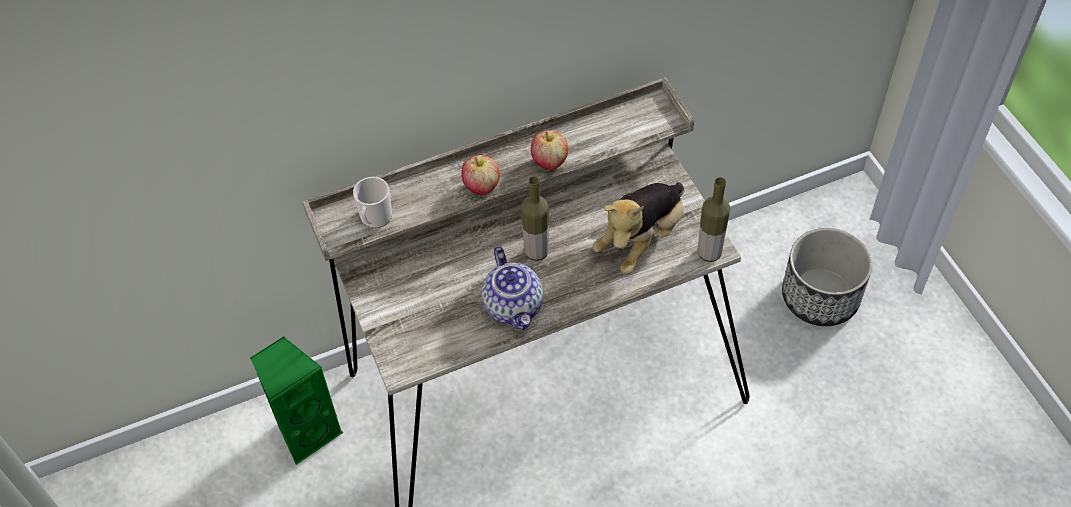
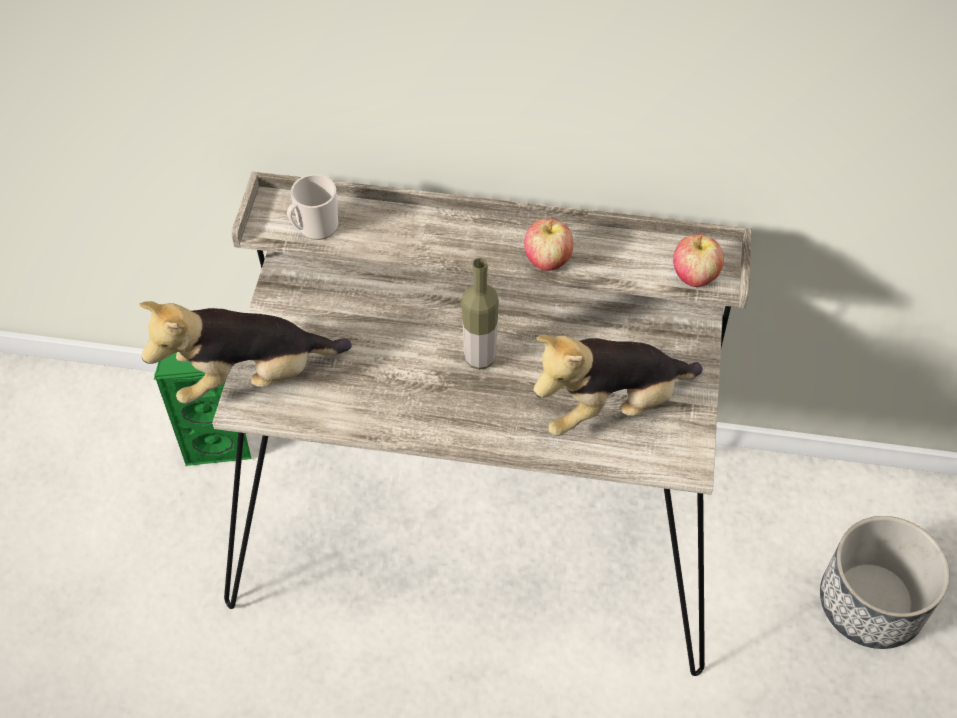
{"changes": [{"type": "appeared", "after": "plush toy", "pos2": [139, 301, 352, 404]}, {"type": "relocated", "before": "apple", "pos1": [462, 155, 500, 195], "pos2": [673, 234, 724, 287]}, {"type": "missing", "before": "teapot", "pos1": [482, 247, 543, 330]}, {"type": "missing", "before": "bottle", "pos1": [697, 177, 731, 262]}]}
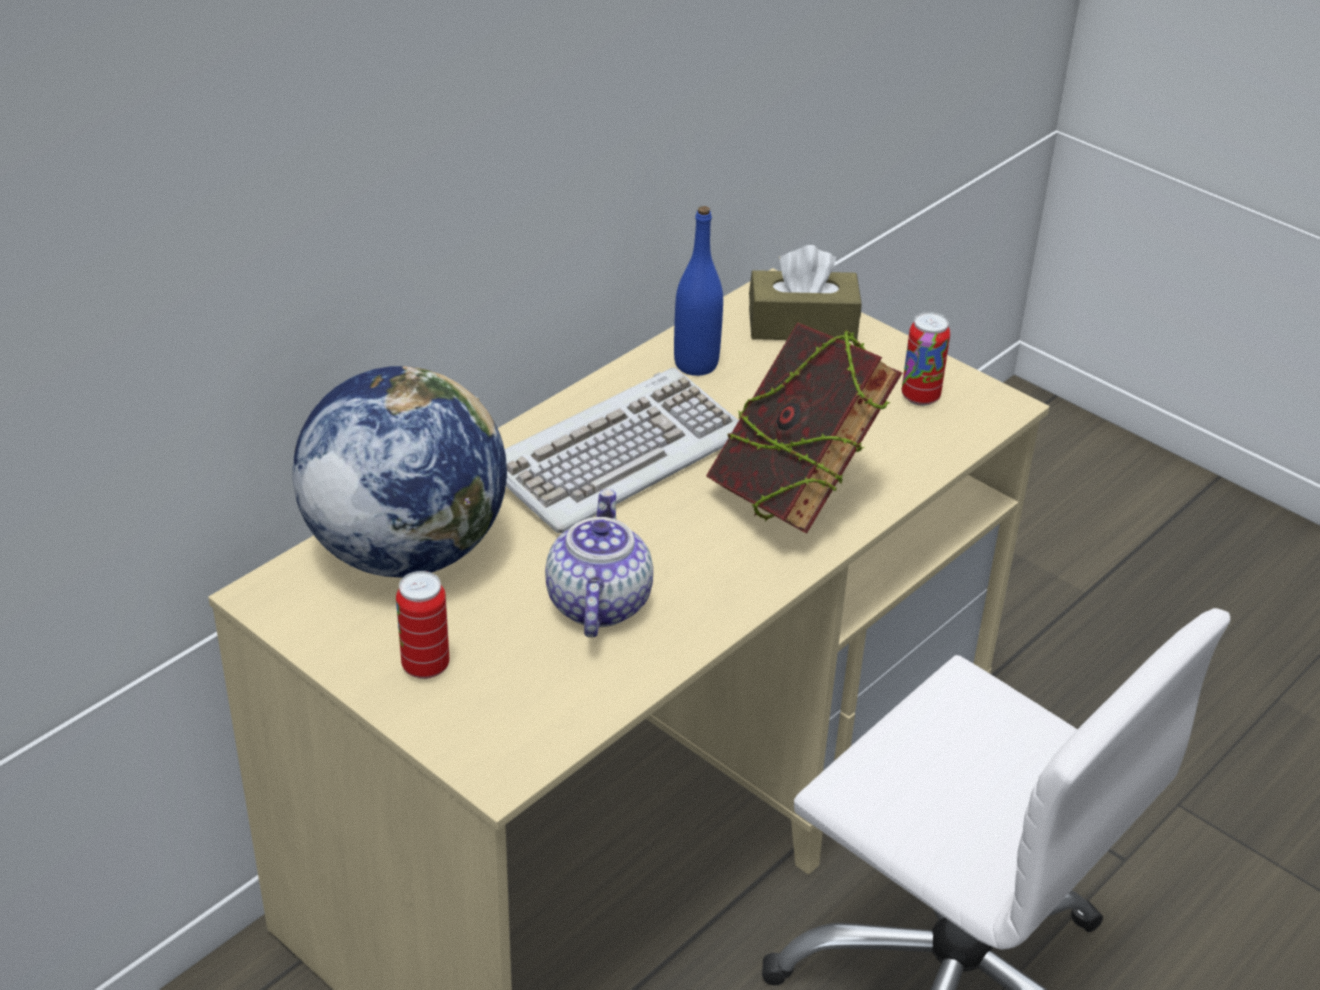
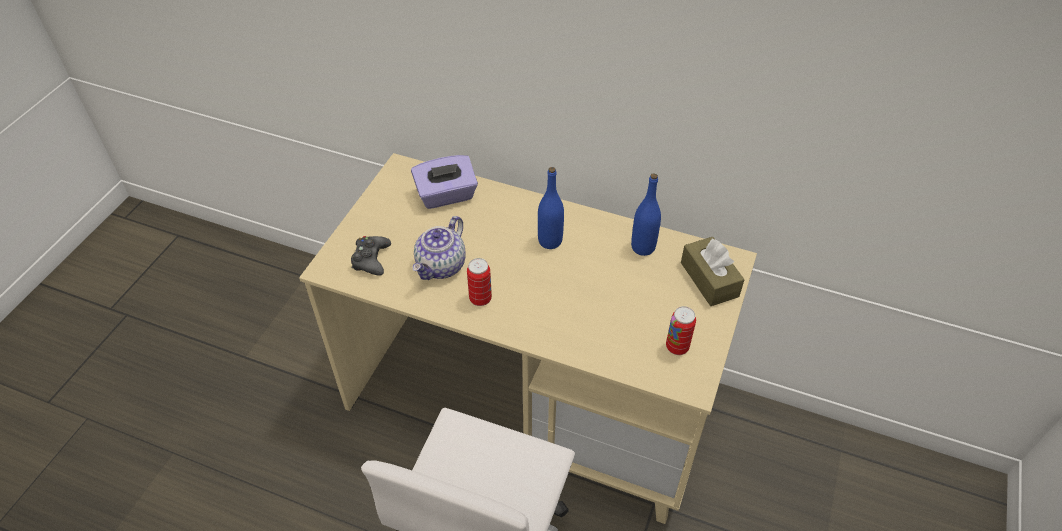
{"changes": [{"type": "appeared", "after": "black game controller", "pos2": [351, 236, 391, 276]}, {"type": "exchanged", "before": "globe", "after": "purple tissue box", "pos1": [293, 366, 507, 578], "pos2": [411, 155, 478, 209]}, {"type": "spun", "before": "teapot", "pos1": [545, 489, 653, 637], "pos2": [413, 216, 466, 280], "turn": 135}, {"type": "relocated", "before": "can", "pos1": [396, 571, 450, 679], "pos2": [467, 258, 492, 306]}, {"type": "exchanged", "before": "keyboard", "after": "blue bottle", "pos1": [505, 368, 739, 533], "pos2": [538, 167, 564, 249]}, {"type": "missing", "before": "book", "pos1": [706, 322, 902, 534]}]}
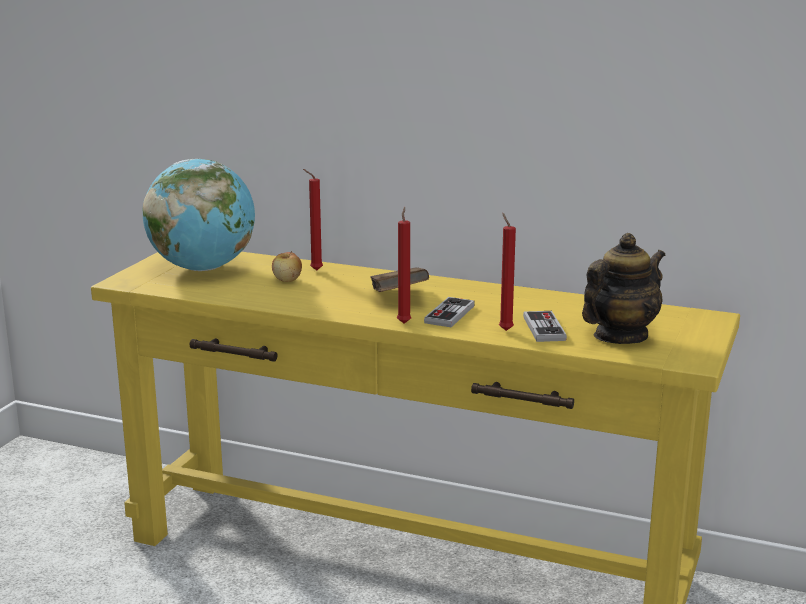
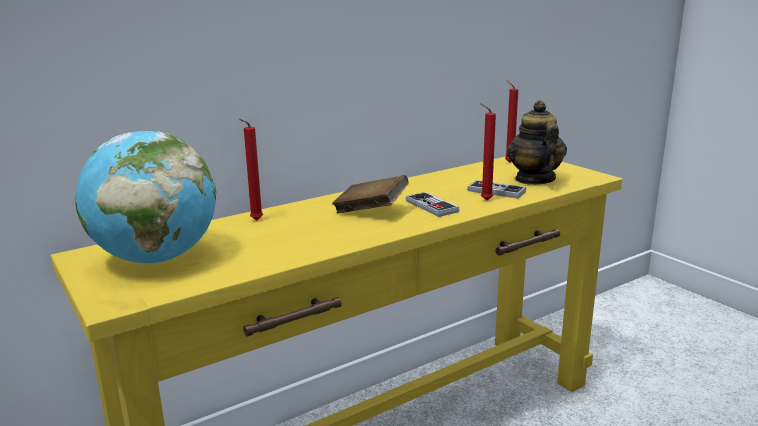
{"changes": [{"type": "relocated", "before": "red candle", "pos1": [397, 207, 411, 324], "pos2": [505, 80, 518, 163]}, {"type": "missing", "before": "apple", "pos1": [272, 251, 302, 282]}]}
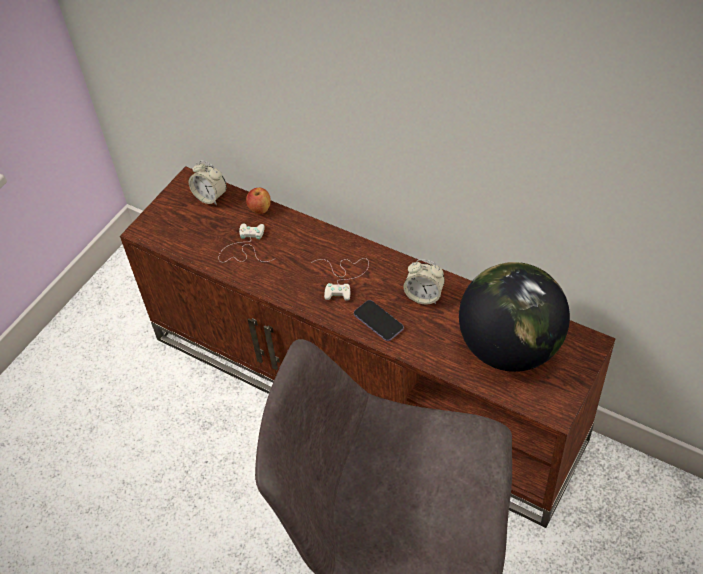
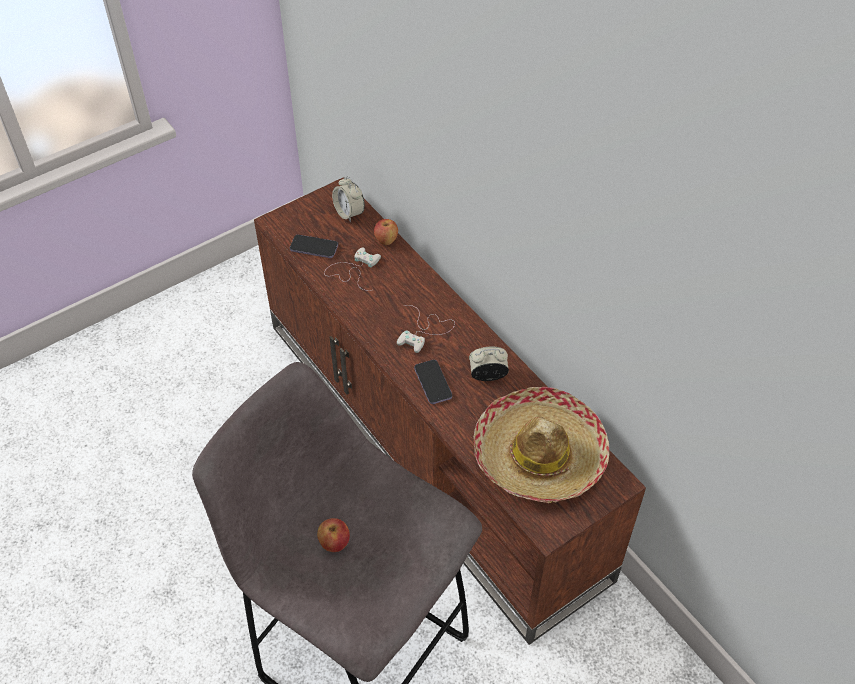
{"changes": [{"type": "appeared", "after": "phone", "pos2": [290, 235, 338, 258]}, {"type": "appeared", "after": "apple", "pos2": [317, 518, 350, 552]}, {"type": "spun", "before": "alarm clock", "pos1": [403, 259, 445, 304], "pos2": [469, 346, 509, 381], "turn": 135}, {"type": "exchanged", "before": "globe", "after": "hat", "pos1": [459, 262, 570, 372], "pos2": [473, 387, 609, 503]}]}
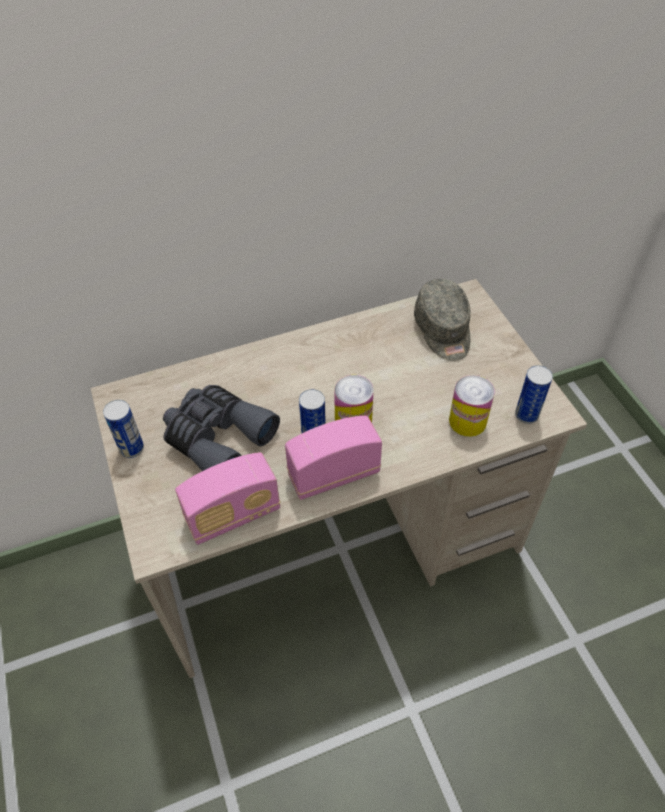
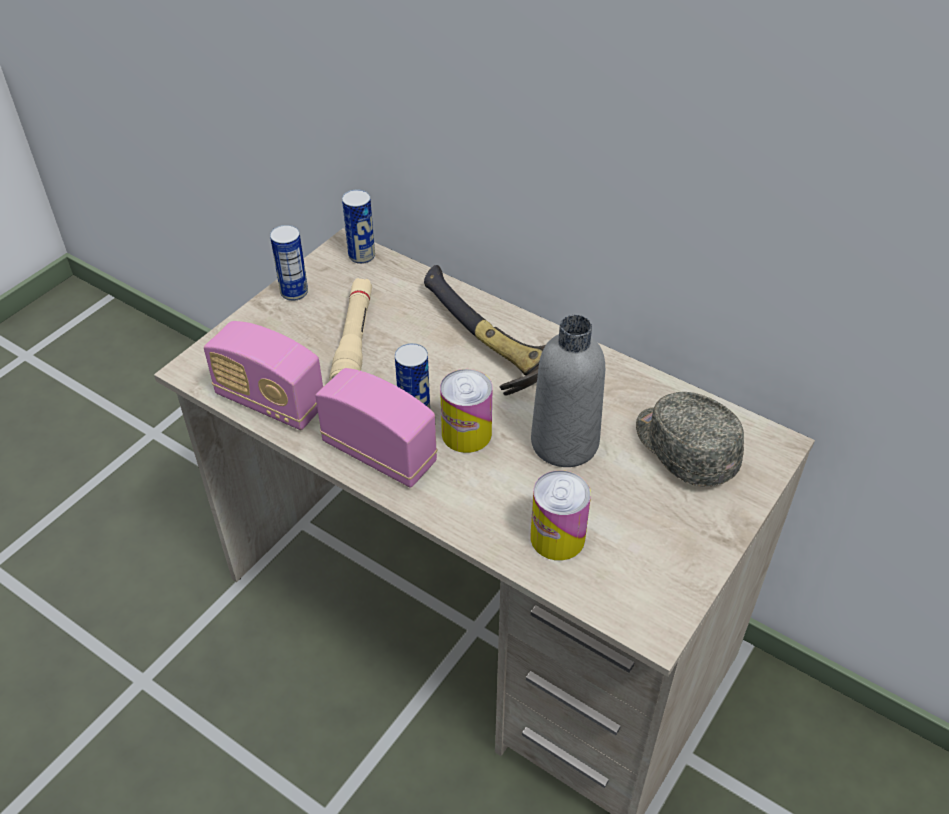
{"changes": [{"type": "exchanged", "before": "grey binoculars", "after": "beige flashlight", "pos1": [163, 385, 280, 471], "pos2": [329, 278, 372, 381]}, {"type": "relocated", "before": "can", "pos1": [515, 365, 553, 424], "pos2": [342, 189, 375, 264]}, {"type": "appeared", "after": "hammer", "pos2": [424, 265, 546, 396]}, {"type": "appeared", "after": "grey bottle", "pos2": [531, 315, 605, 467]}, {"type": "spun", "before": "grey cap", "pos1": [414, 279, 470, 361], "pos2": [636, 392, 744, 486], "turn": 105}]}
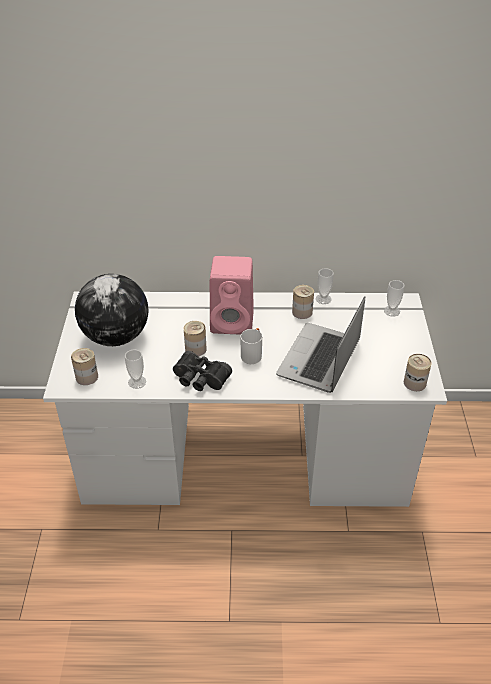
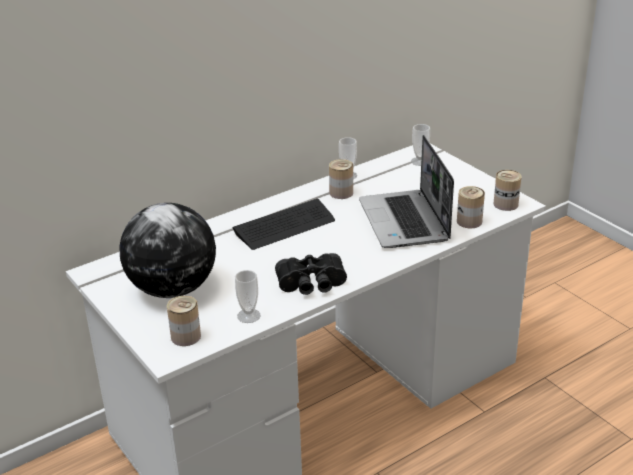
{"changes": [{"type": "exchanged", "before": "pink speaker", "after": "keyboard", "pos1": [210, 256, 254, 335], "pos2": [232, 199, 335, 250]}, {"type": "relocated", "before": "can", "pos1": [184, 321, 207, 356], "pos2": [457, 186, 485, 228]}, {"type": "missing", "before": "white mug", "pos1": [240, 328, 262, 364]}]}
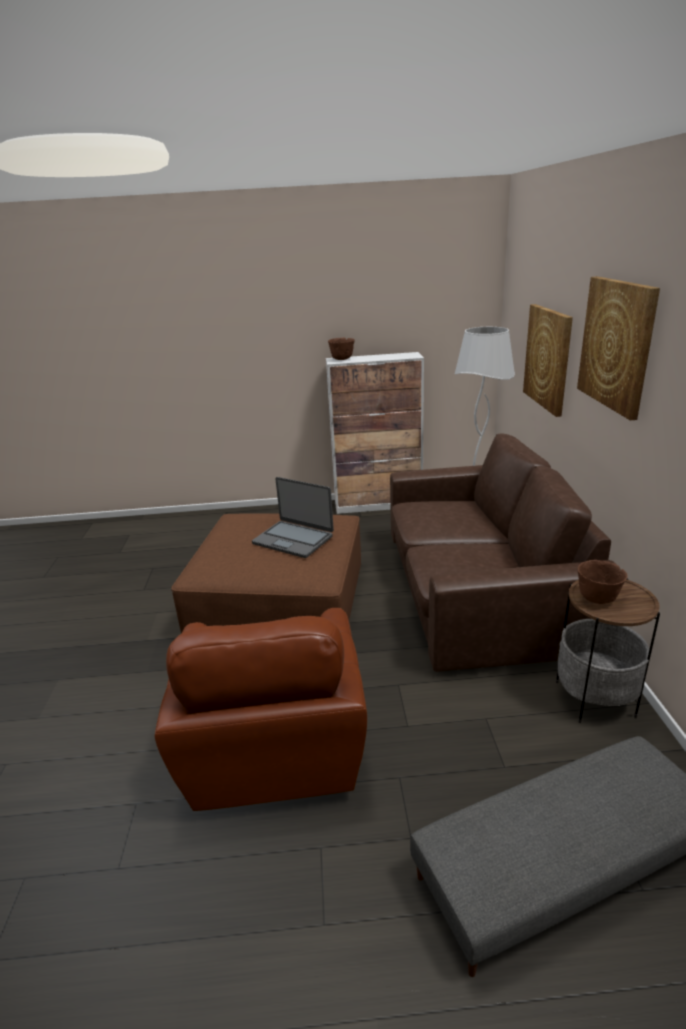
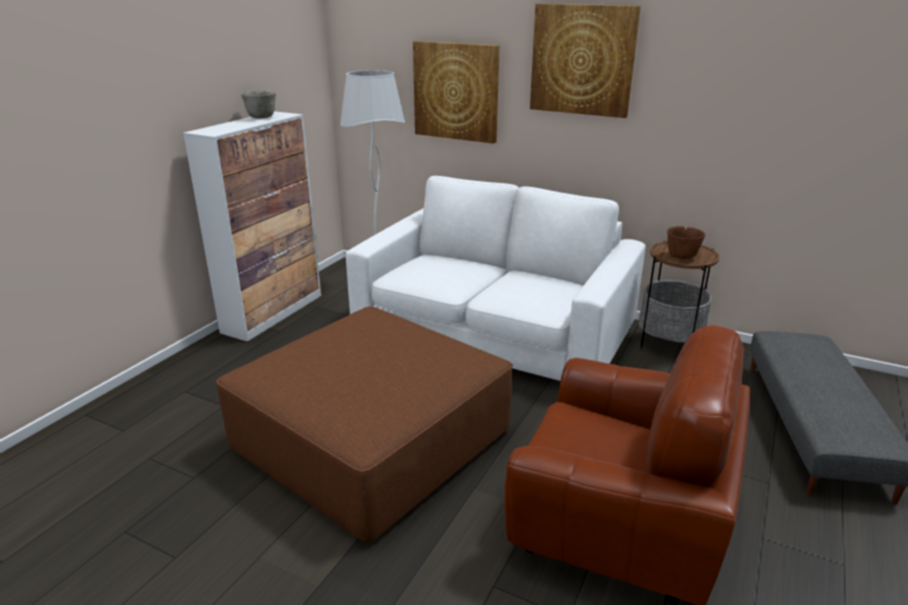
{"changes": [{"type": "appeared", "after": "grey bowl", "pos2": [241, 90, 276, 119]}, {"type": "colour", "before": "brown sofa", "after": "white sofa", "pos1": [390, 433, 621, 672], "pos2": [345, 176, 646, 381]}, {"type": "missing", "before": "laptop", "pos1": [252, 477, 334, 558]}, {"type": "missing", "before": "brown bowl", "pos1": [328, 338, 355, 360]}]}
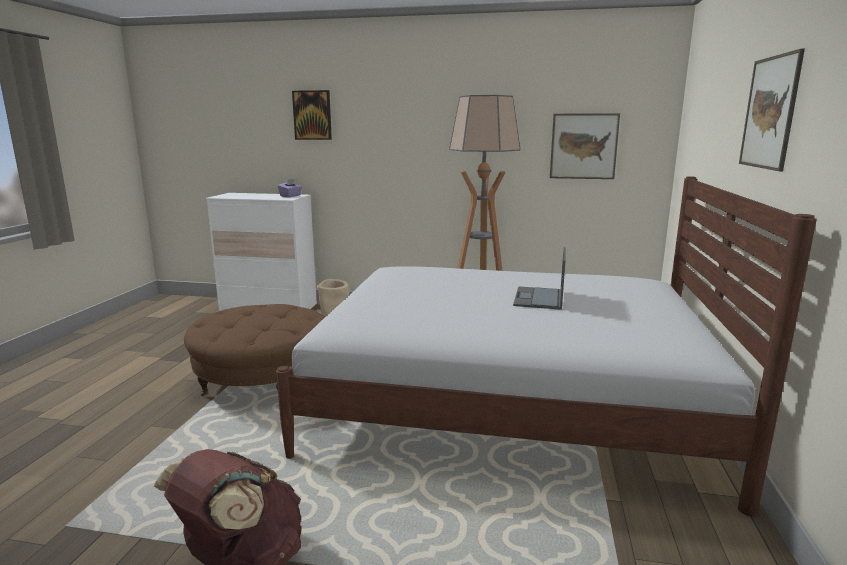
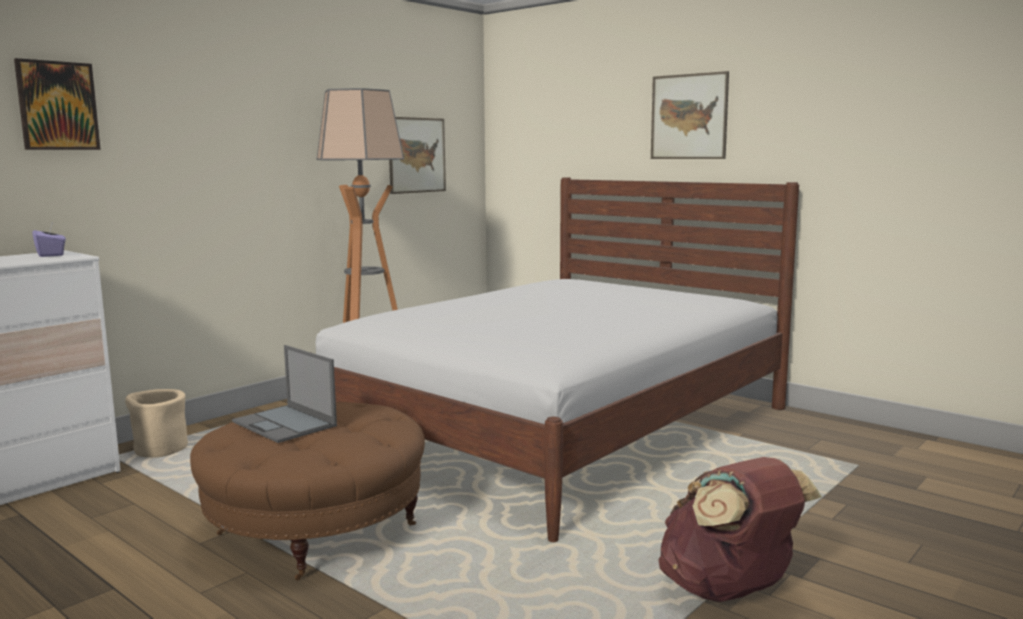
{"changes": [{"type": "relocated", "before": "laptop", "pos1": [513, 247, 565, 310], "pos2": [232, 345, 337, 443]}]}
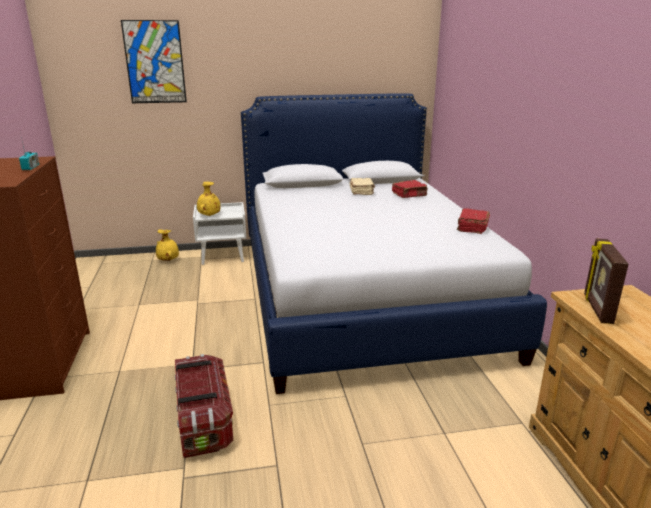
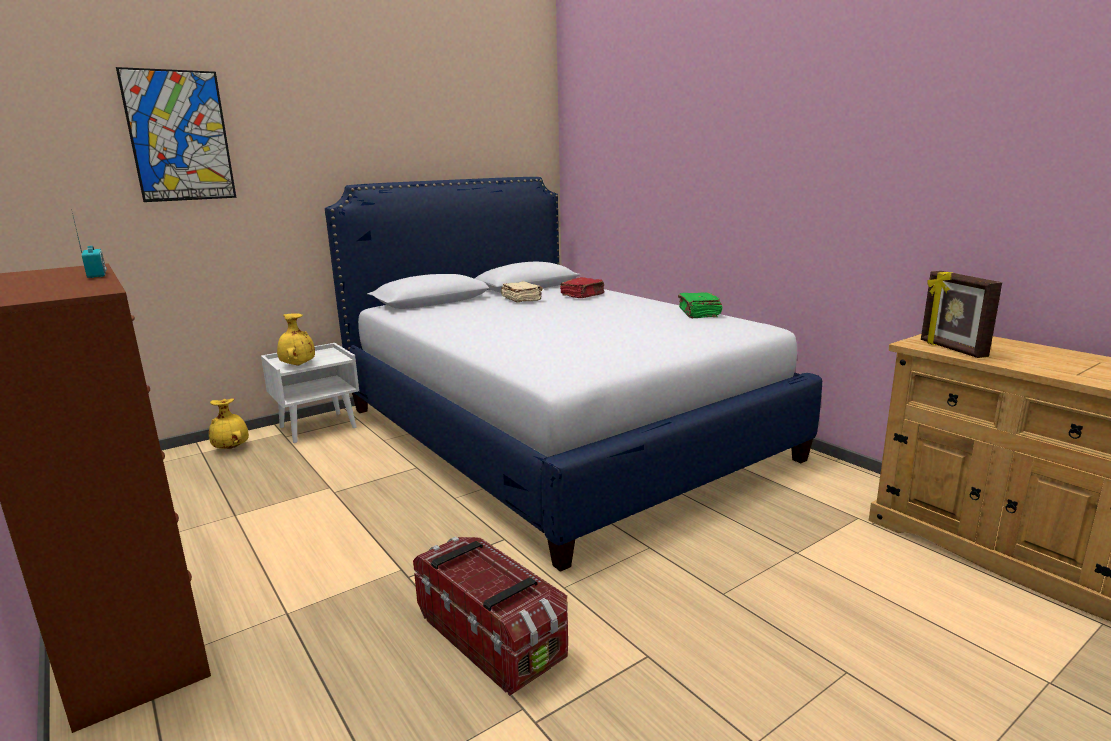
{"changes": [{"type": "colour", "before": "red book", "after": "green book", "pos1": [457, 208, 490, 234], "pos2": [678, 293, 722, 318]}]}
